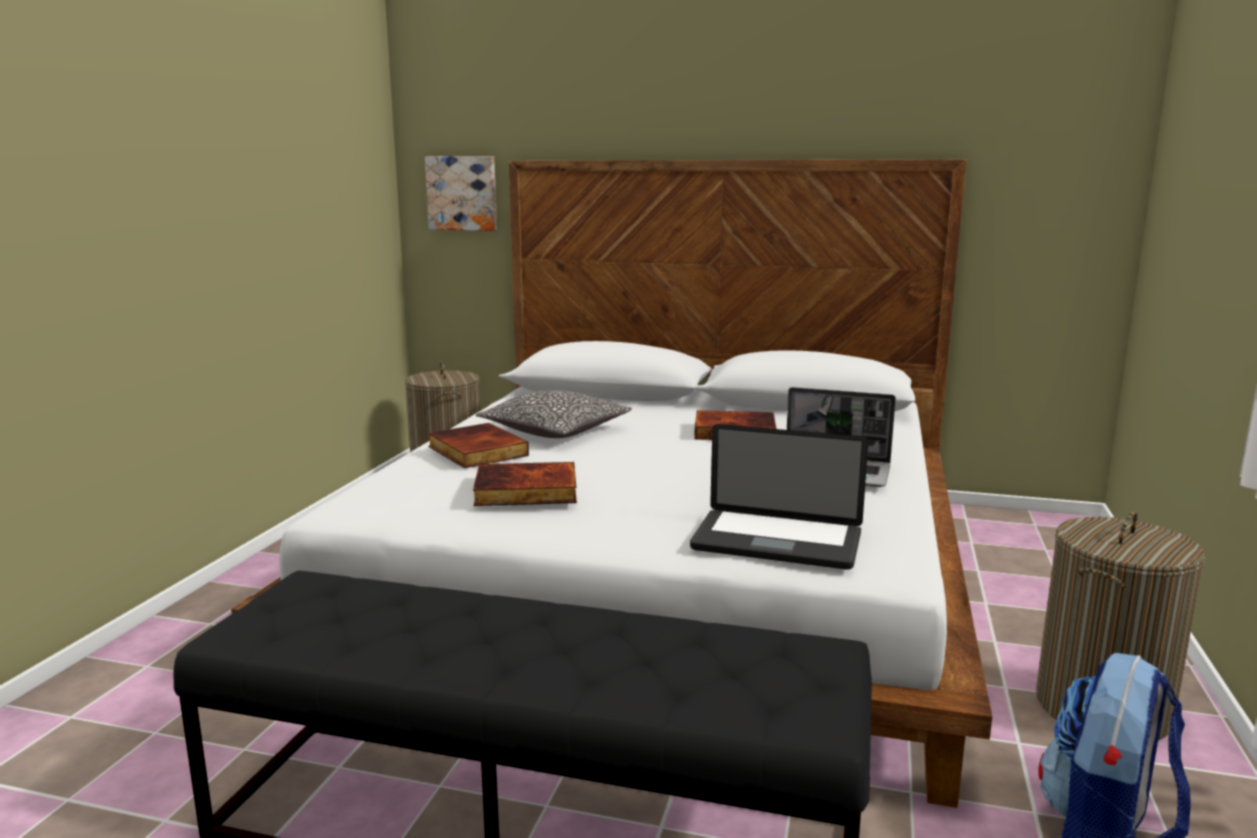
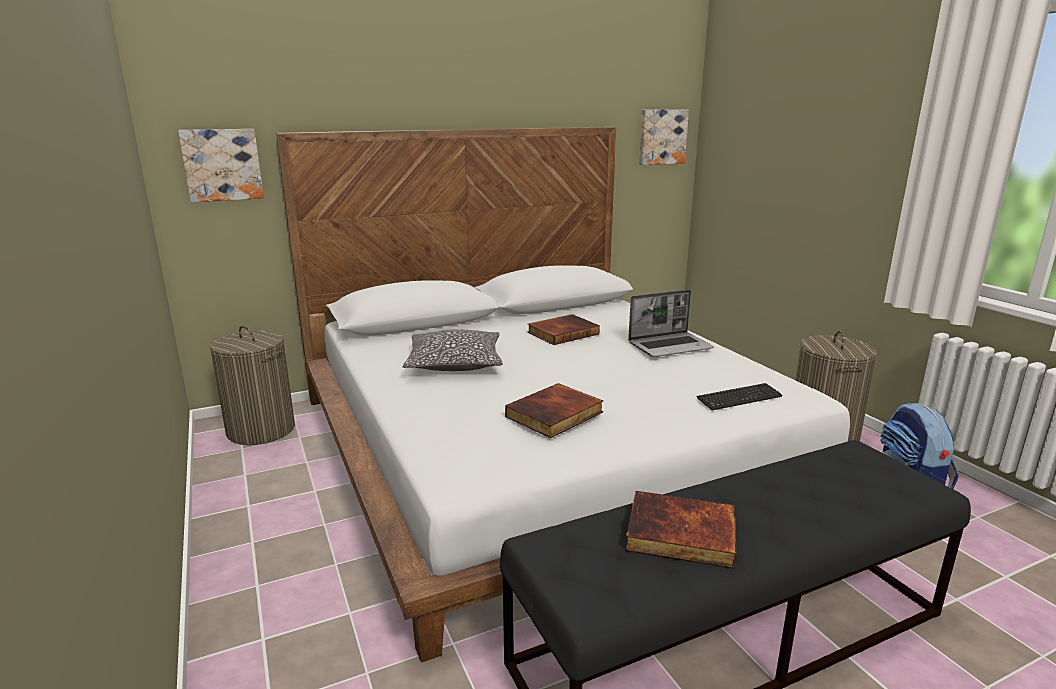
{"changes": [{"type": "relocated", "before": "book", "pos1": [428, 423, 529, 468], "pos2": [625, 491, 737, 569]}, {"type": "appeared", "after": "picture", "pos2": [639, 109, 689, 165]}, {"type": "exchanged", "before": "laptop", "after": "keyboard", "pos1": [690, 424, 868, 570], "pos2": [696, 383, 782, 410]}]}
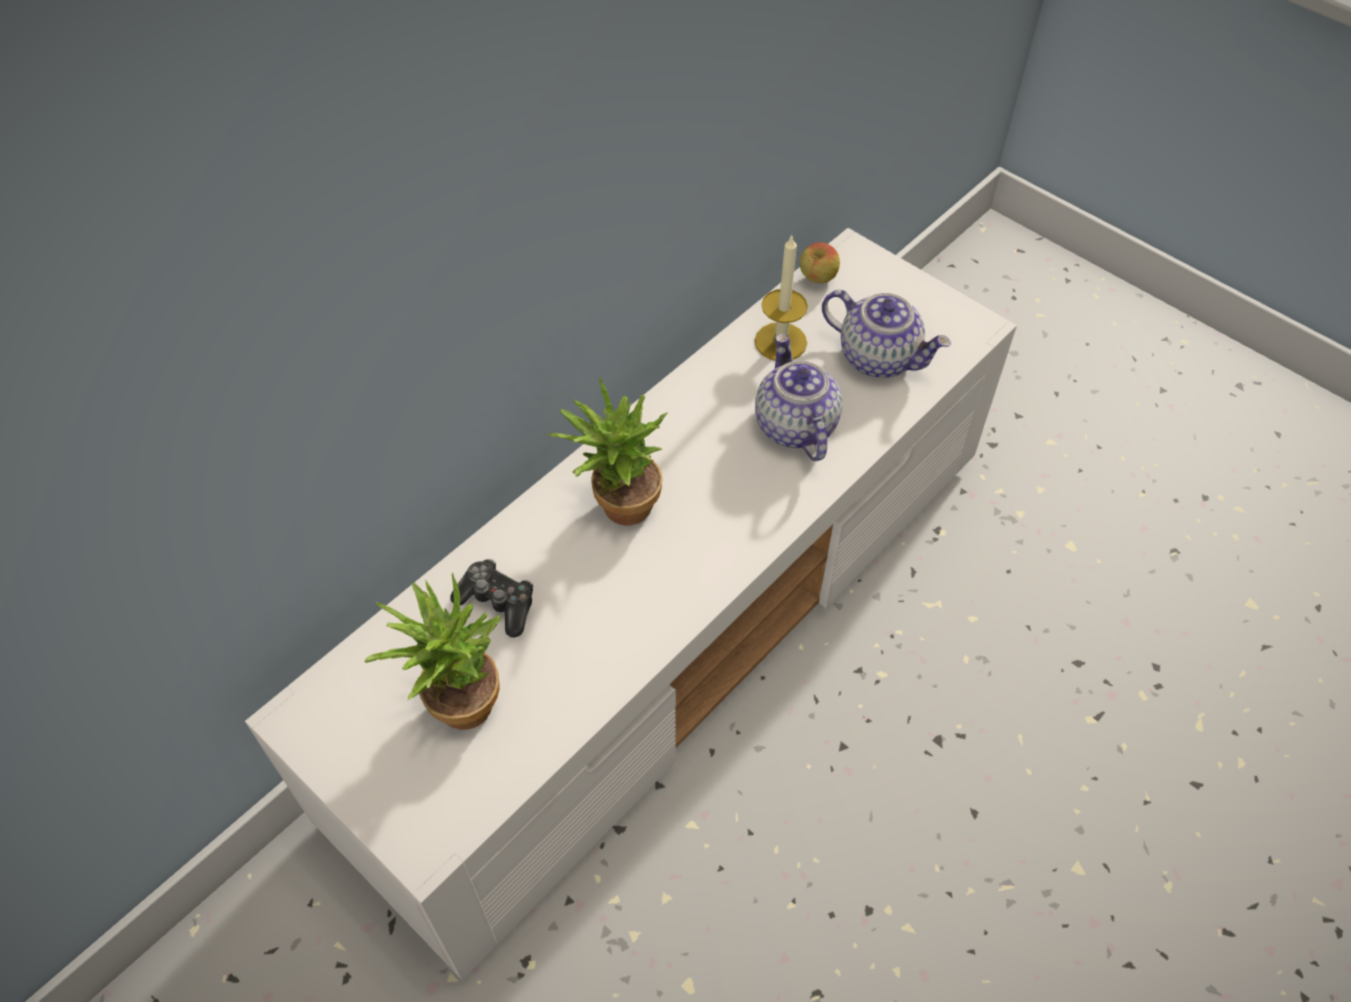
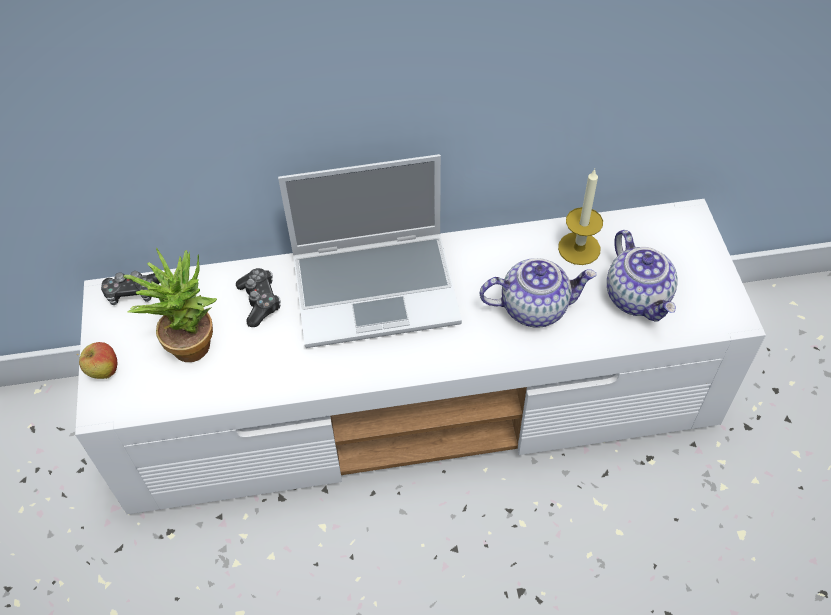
{"changes": [{"type": "relocated", "before": "apple", "pos1": [800, 243, 840, 284], "pos2": [77, 342, 117, 379]}, {"type": "appeared", "after": "game controller", "pos2": [101, 271, 160, 305]}, {"type": "exchanged", "before": "potted plant", "after": "laptop", "pos1": [548, 377, 668, 526], "pos2": [278, 154, 462, 348]}, {"type": "spun", "before": "teapot", "pos1": [755, 334, 842, 461], "pos2": [480, 258, 597, 328], "turn": 60}]}
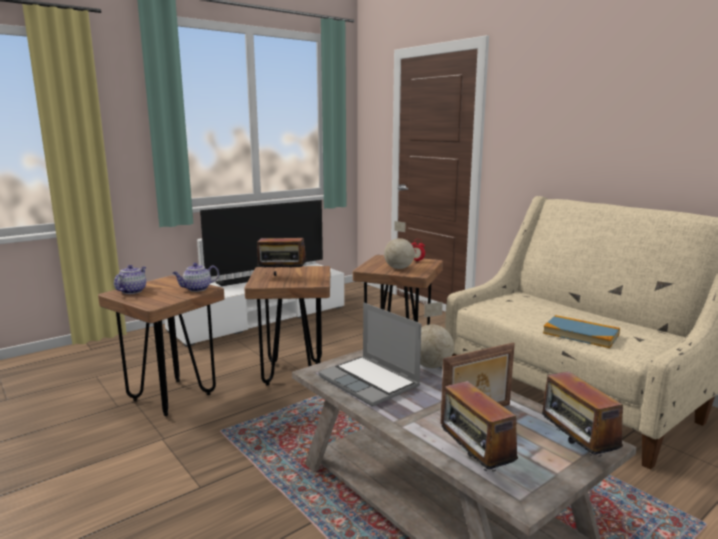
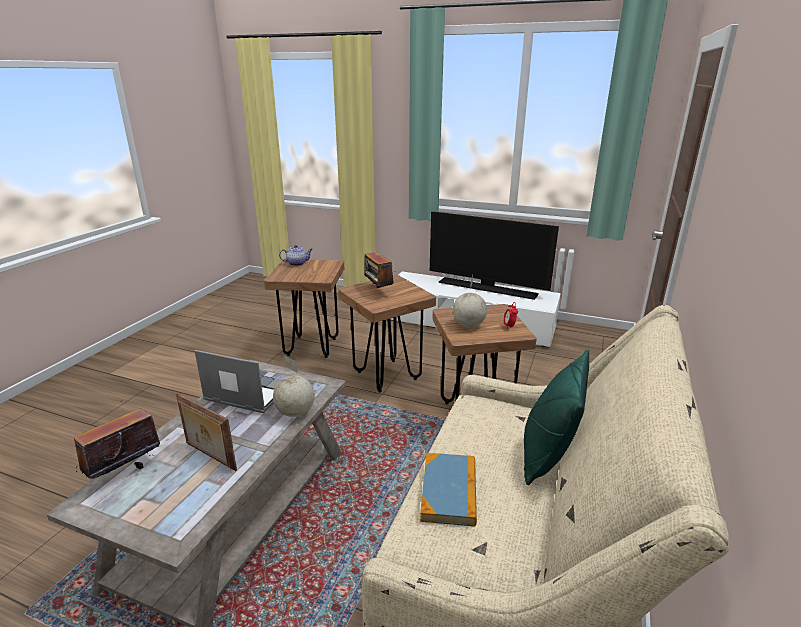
{"changes": [{"type": "spun", "before": "laptop", "pos1": [318, 303, 421, 406], "pos2": [195, 350, 281, 413], "turn": 90}, {"type": "appeared", "after": "green pillow", "pos2": [524, 350, 589, 485]}, {"type": "missing", "before": "teapot", "pos1": [173, 263, 219, 292]}, {"type": "missing", "before": "radio", "pos1": [542, 362, 623, 457]}]}
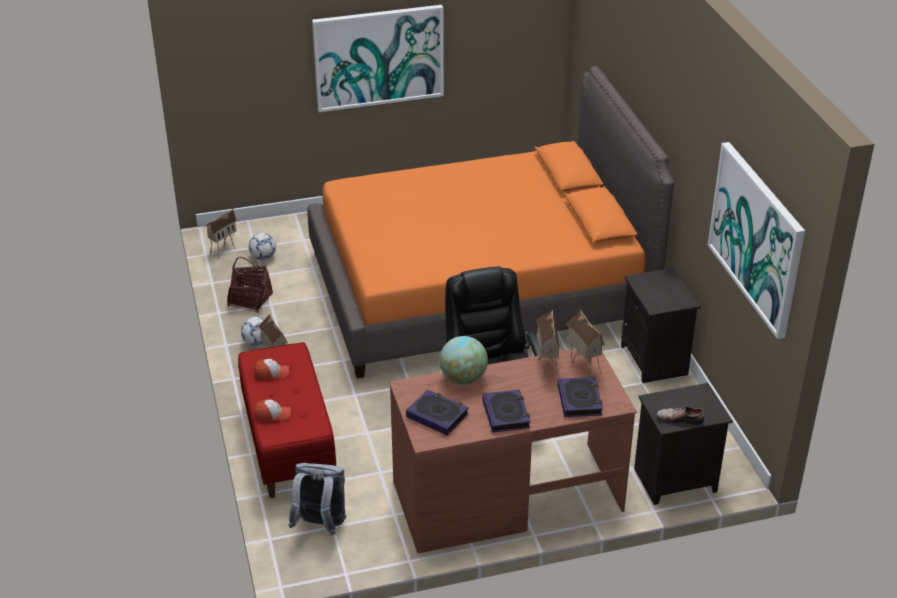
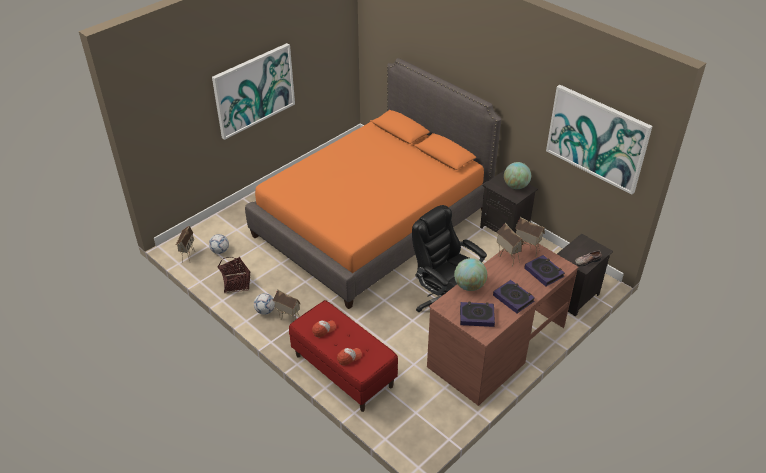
{"changes": [{"type": "appeared", "after": "globe", "pos2": [504, 162, 531, 189]}, {"type": "missing", "before": "grey backpack", "pos1": [289, 463, 346, 535]}]}
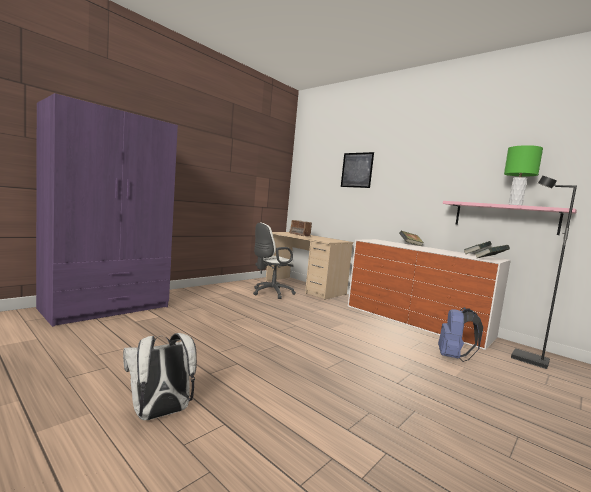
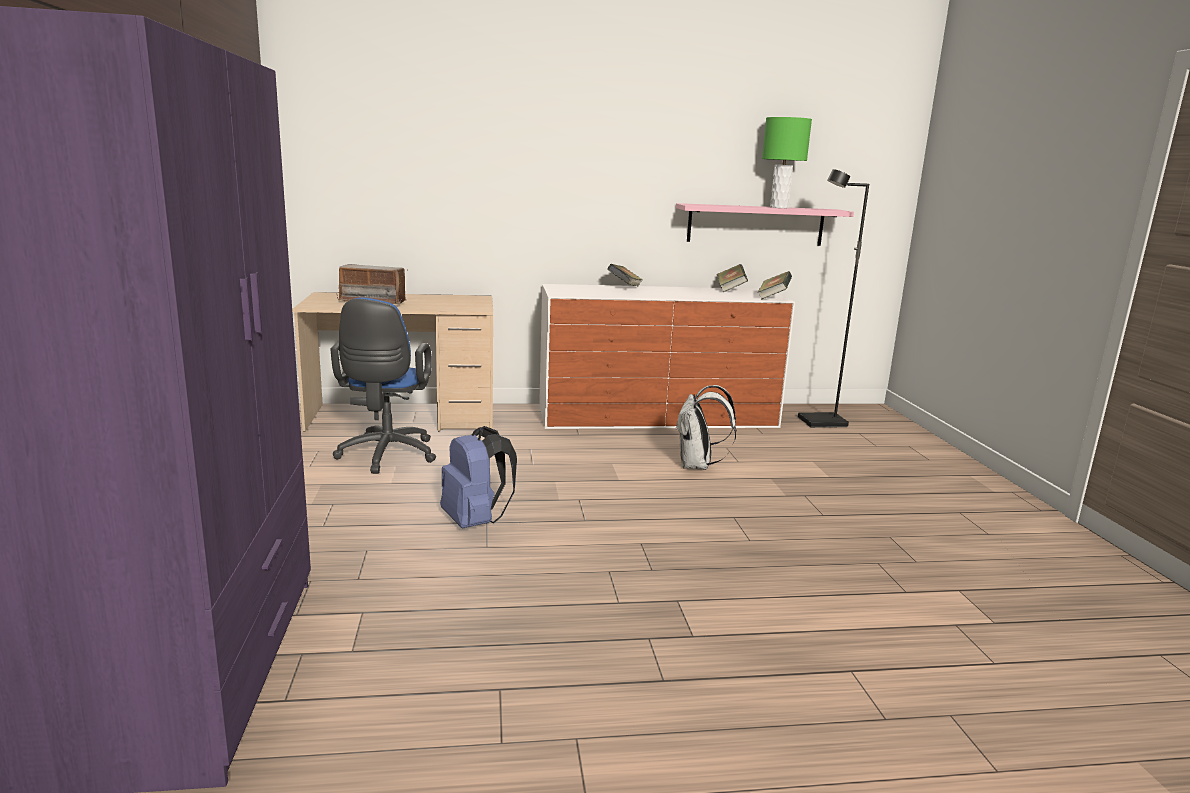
{"changes": [{"type": "colour", "before": "white office chair", "after": "blue office chair", "pos1": [253, 223, 296, 299], "pos2": [331, 298, 436, 474]}, {"type": "relocated", "before": "blue backpack", "pos1": [438, 307, 483, 362], "pos2": [440, 426, 517, 528]}, {"type": "relocated", "before": "white backpack", "pos1": [123, 333, 197, 420], "pos2": [675, 385, 737, 470]}, {"type": "missing", "before": "picture", "pos1": [341, 152, 374, 188]}]}
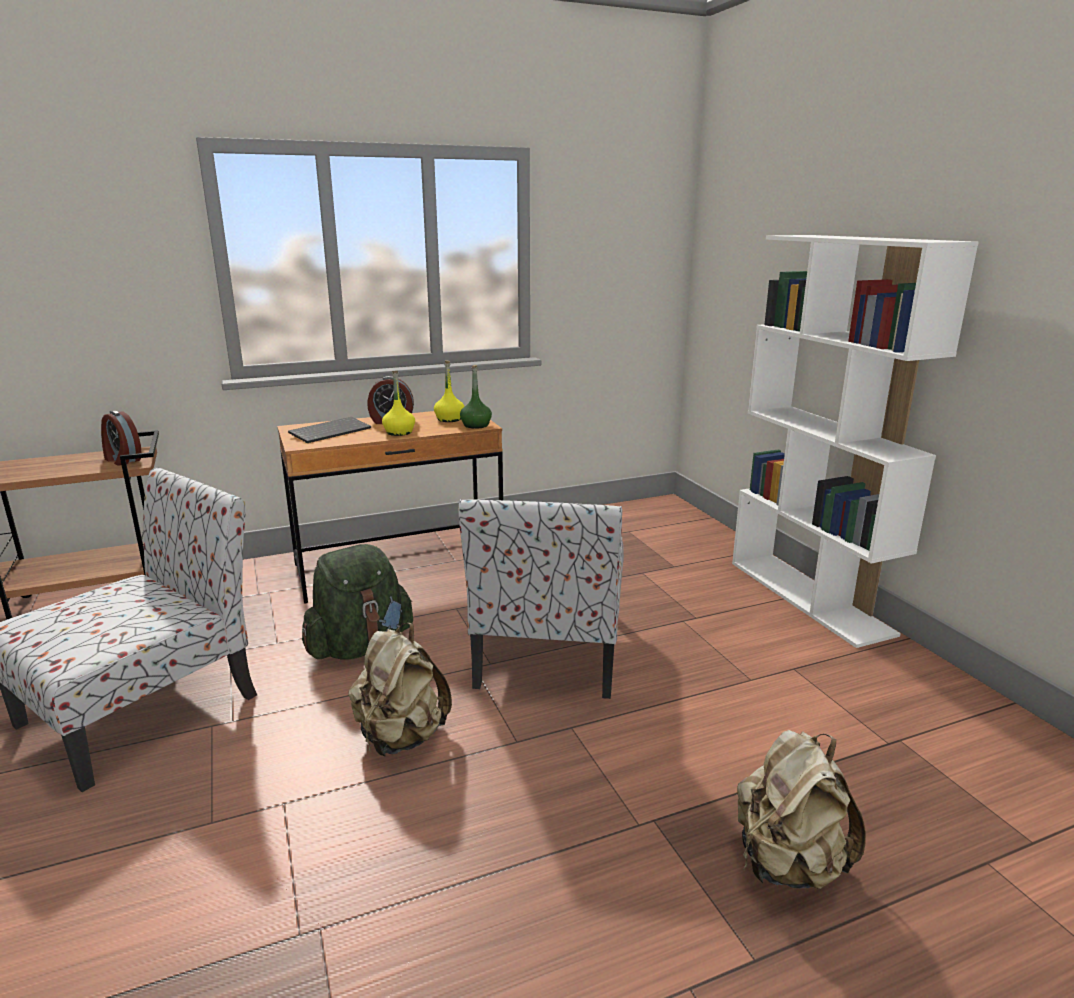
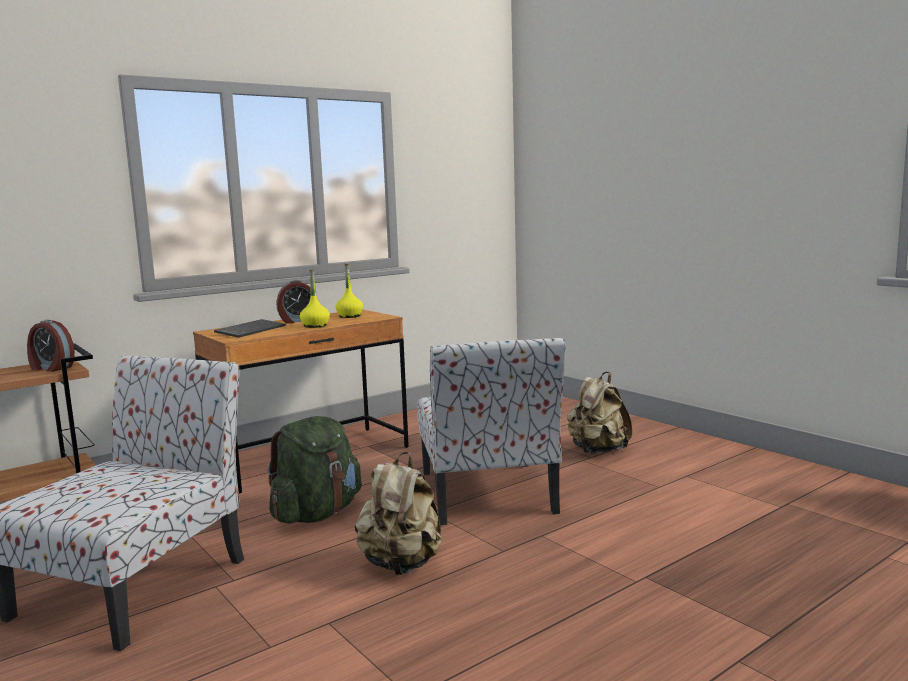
{"changes": [{"type": "relocated", "before": "beige backpack", "pos1": [737, 730, 866, 889], "pos2": [567, 372, 632, 454]}, {"type": "missing", "before": "green bottle", "pos1": [460, 365, 492, 429]}, {"type": "missing", "before": "white bookcase", "pos1": [732, 235, 979, 648]}]}
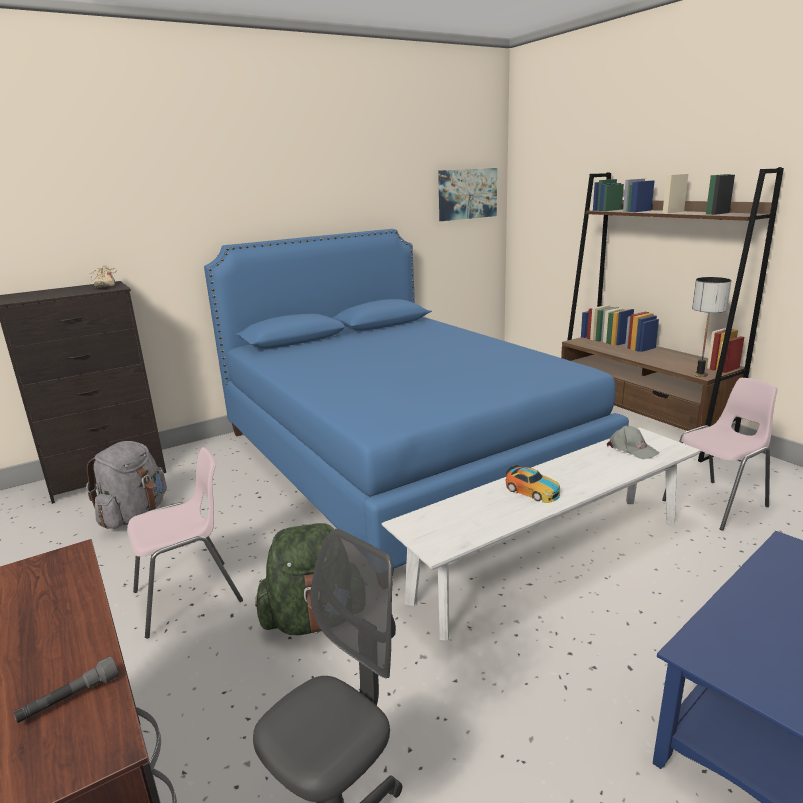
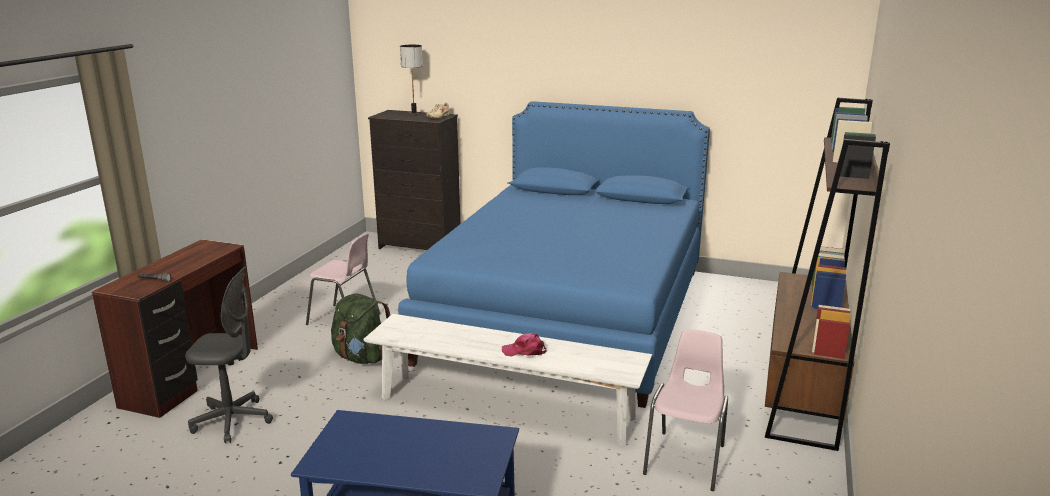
{"changes": [{"type": "relocated", "before": "table lamp", "pos1": [692, 277, 732, 377], "pos2": [400, 45, 423, 115]}, {"type": "appeared", "after": "pink cap", "pos2": [502, 333, 546, 357]}, {"type": "spun", "before": "pink chair", "pos1": [662, 378, 778, 531], "pos2": [643, 330, 728, 491], "turn": -90}, {"type": "missing", "before": "grey backpack", "pos1": [86, 441, 167, 529]}, {"type": "missing", "before": "picture", "pos1": [438, 168, 497, 221]}, {"type": "missing", "before": "toy car", "pos1": [505, 465, 560, 503]}, {"type": "missing", "before": "grey cap", "pos1": [607, 425, 659, 459]}]}
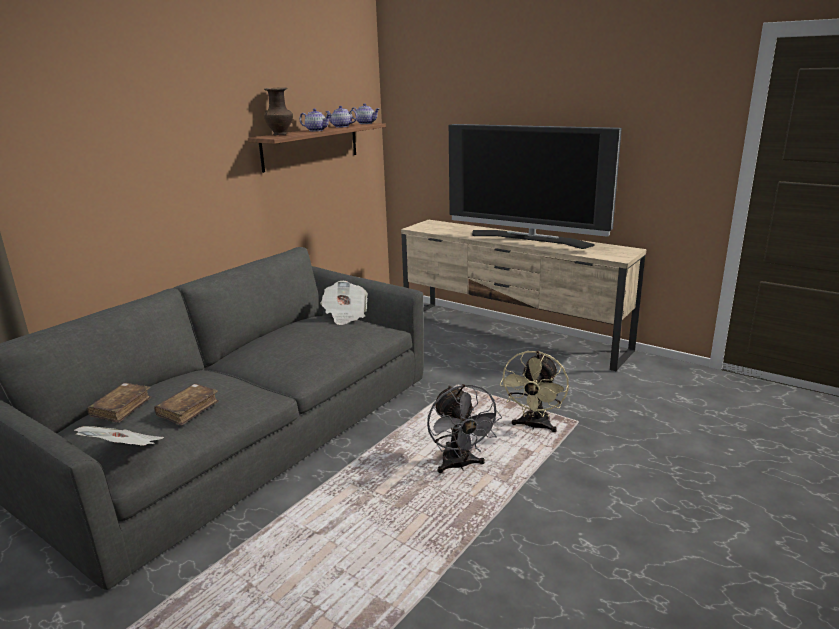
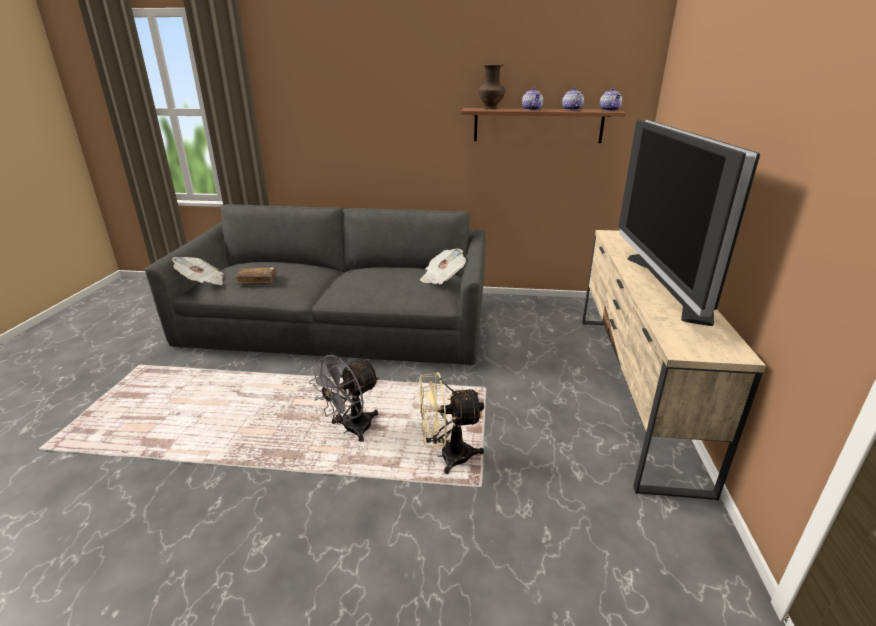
{"changes": [{"type": "missing", "before": "brown book", "pos1": [87, 383, 151, 423]}]}
